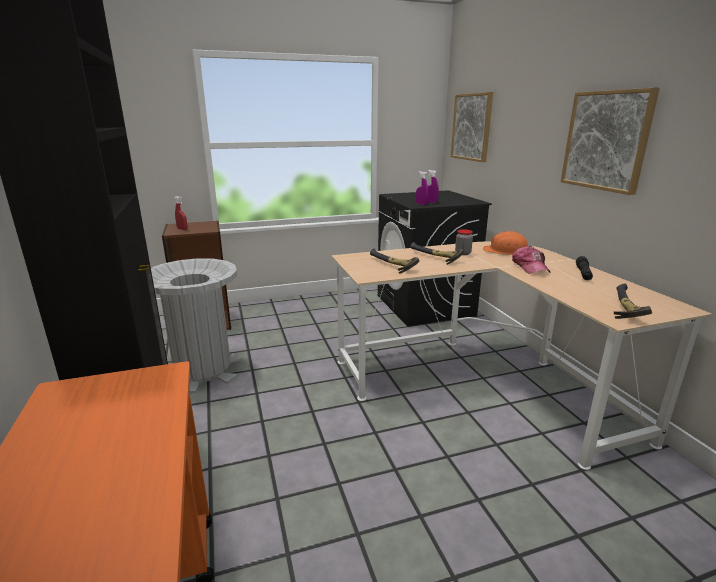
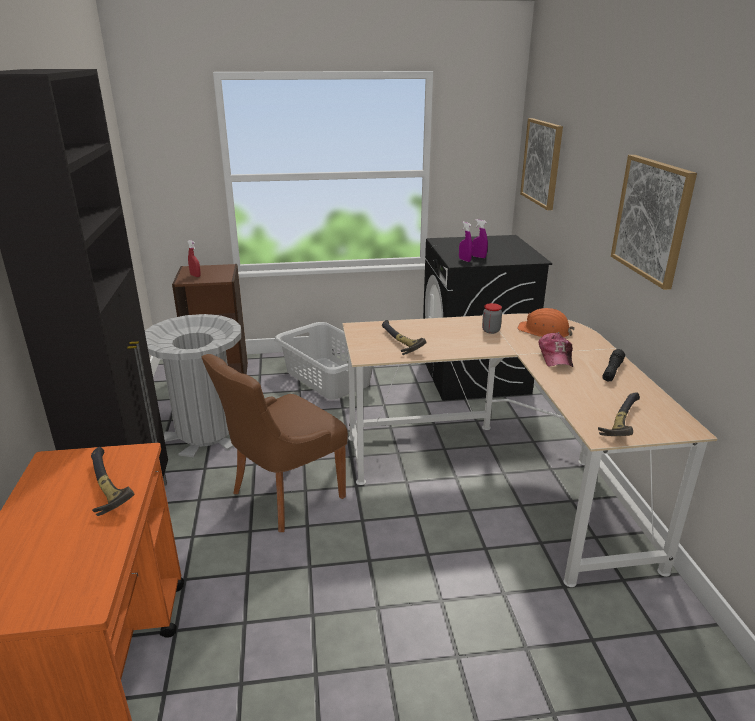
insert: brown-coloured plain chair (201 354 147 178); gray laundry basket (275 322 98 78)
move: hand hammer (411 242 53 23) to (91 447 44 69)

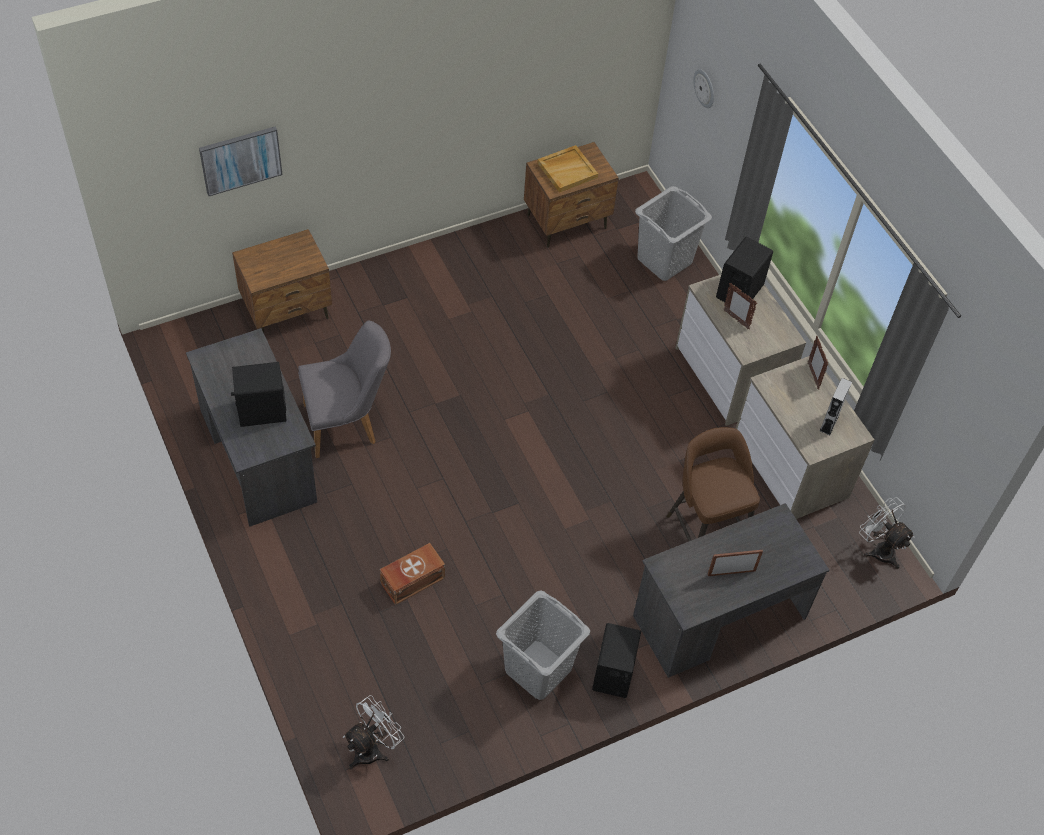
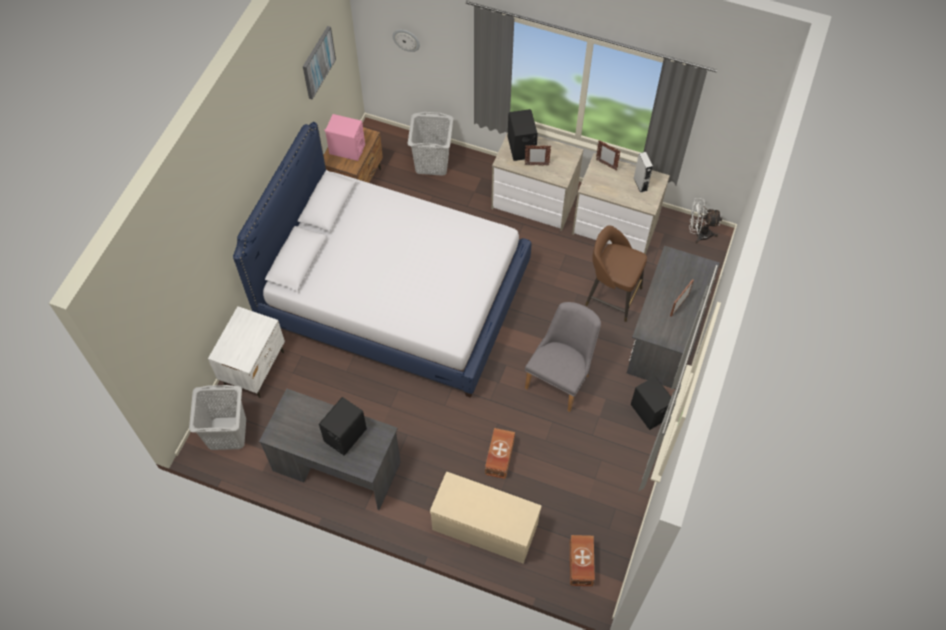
insert: bedroom bed (233 122 298 276); beige long seat (430 472 112 92)
move: wall art (199 127 83 69) to (303 26 33 73); gray plain chair (298 321 93 137) to (525 302 76 110); gray laundry basket (496 590 94 110) to (189 385 57 65)
replace: white-coloured cooling fan (343 695 61 74) to brown-coloured storage bin (570 535 25 51); beige tray (537 145 61 48) to pink-coloured speaker (324 114 41 47)
recolor: brown-coloured bedside table (232 229 100 104) to white-coloured bedside table (208 306 77 92)

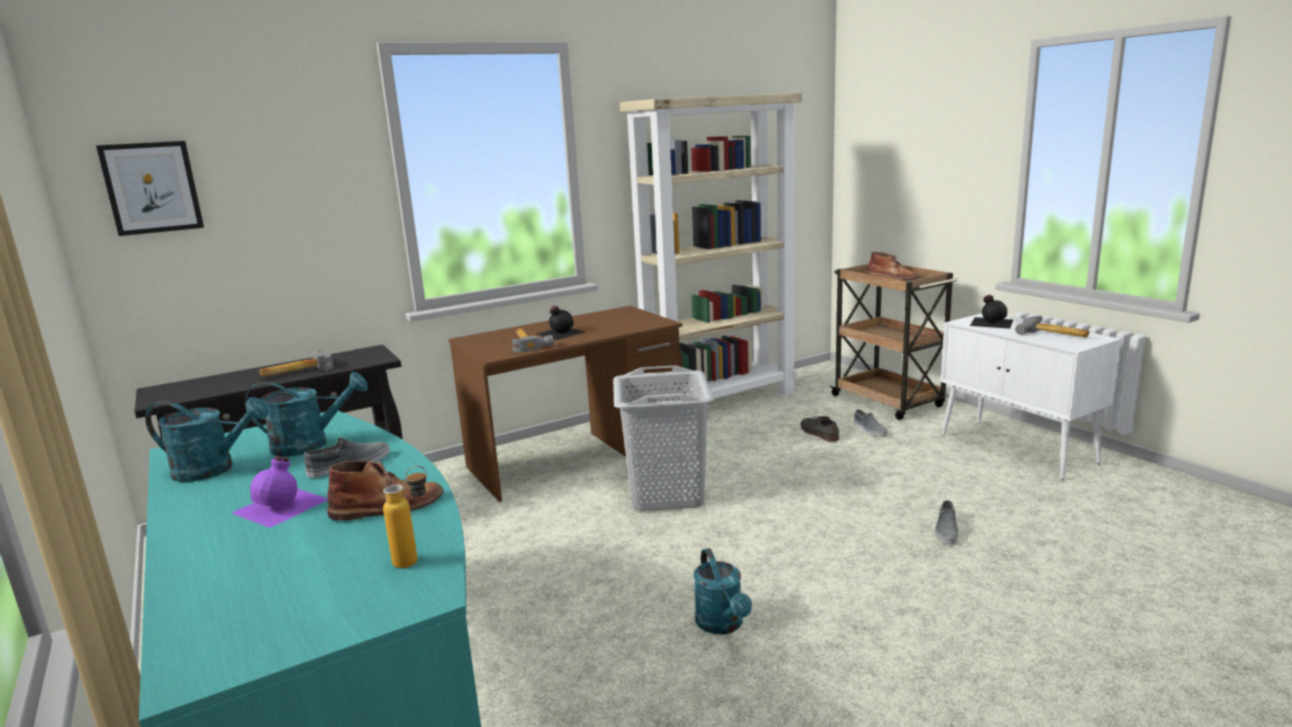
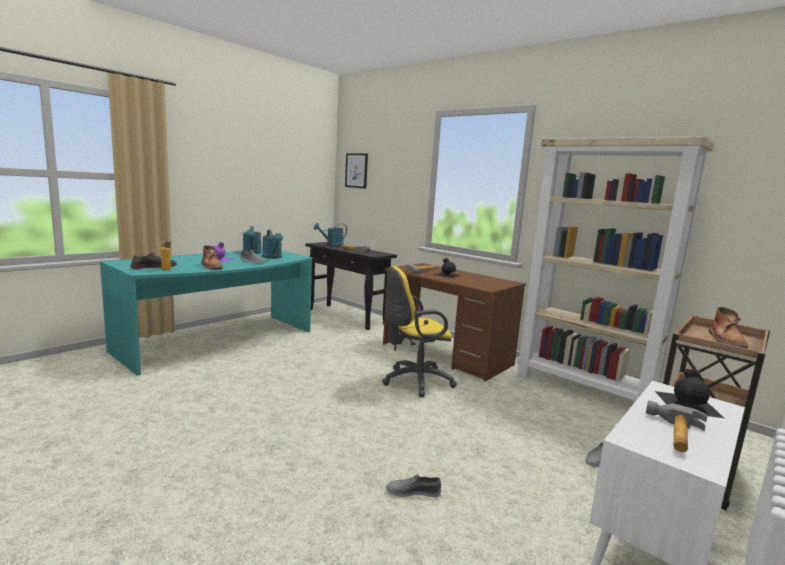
move: blue-green sprinkling can (694 548 58 87) to (314 223 33 24); gray shoe (801 416 38 26) to (131 253 46 16)
replace: gray laundry basket (613 365 101 146) to yellow desk chair (382 266 75 131)

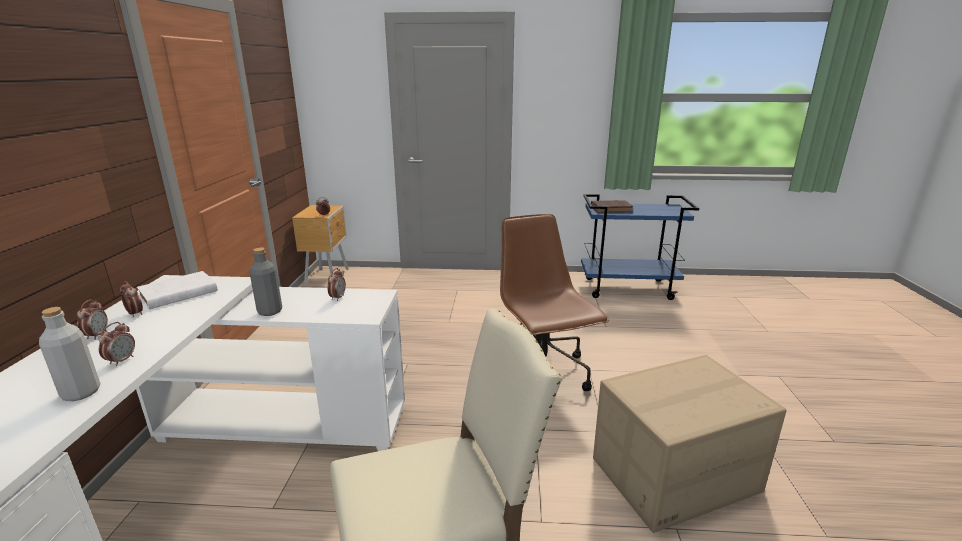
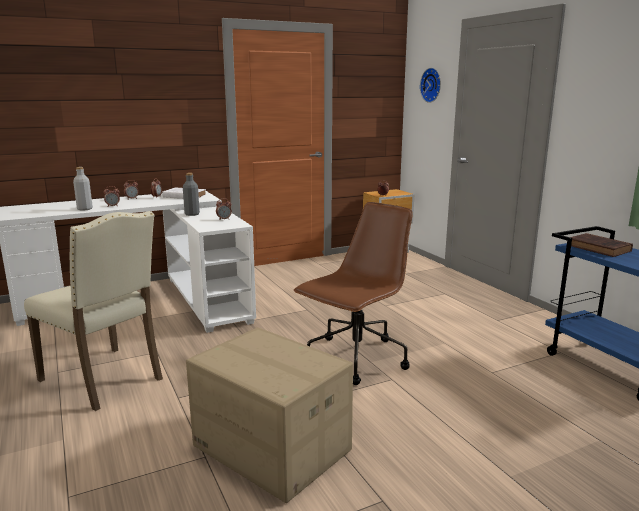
insert: clock on the wall (420 68 21 35)

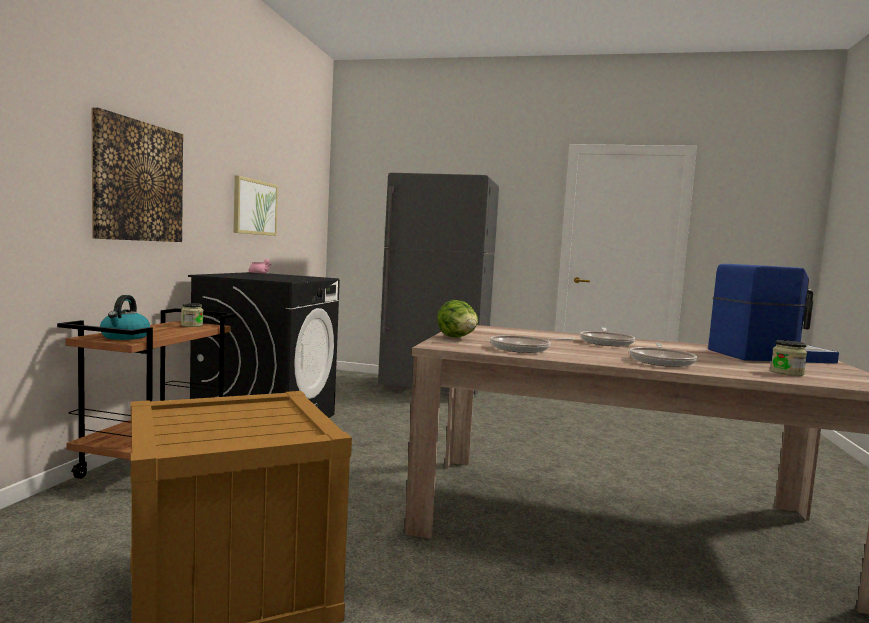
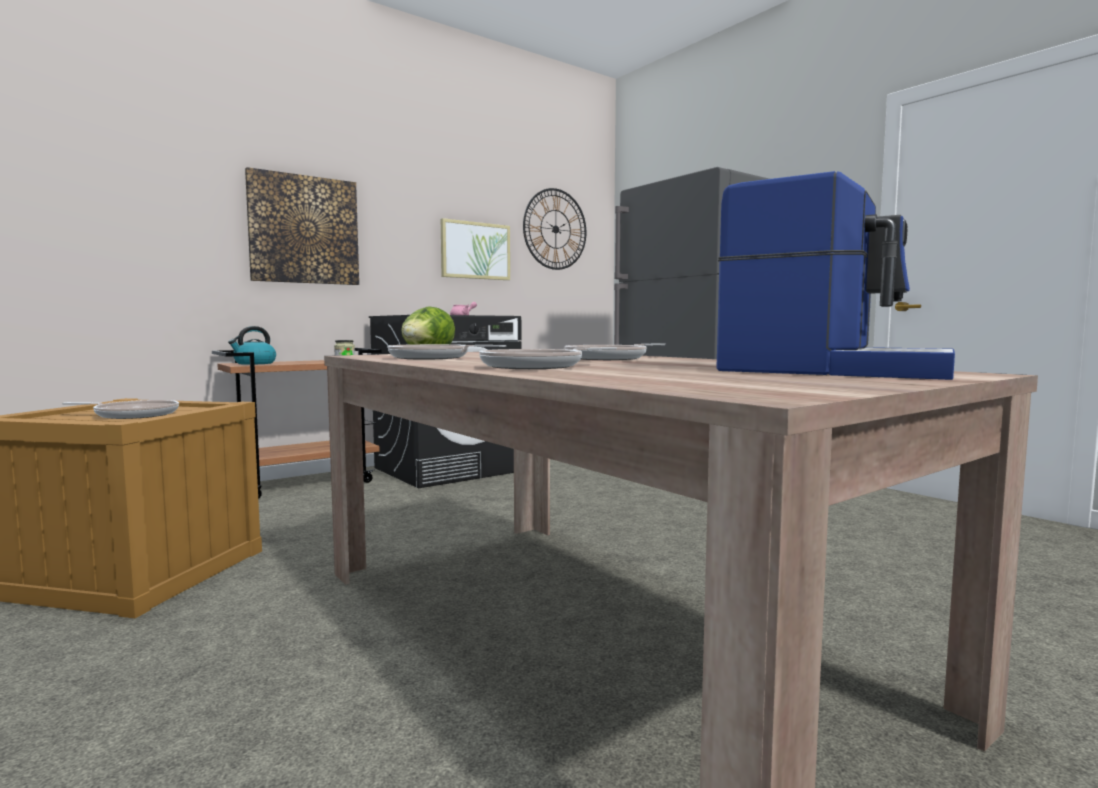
delete: storage jar (770 340 37 36)
insert: frying pan (62 400 117 19); clock on the wall (523 188 63 82)

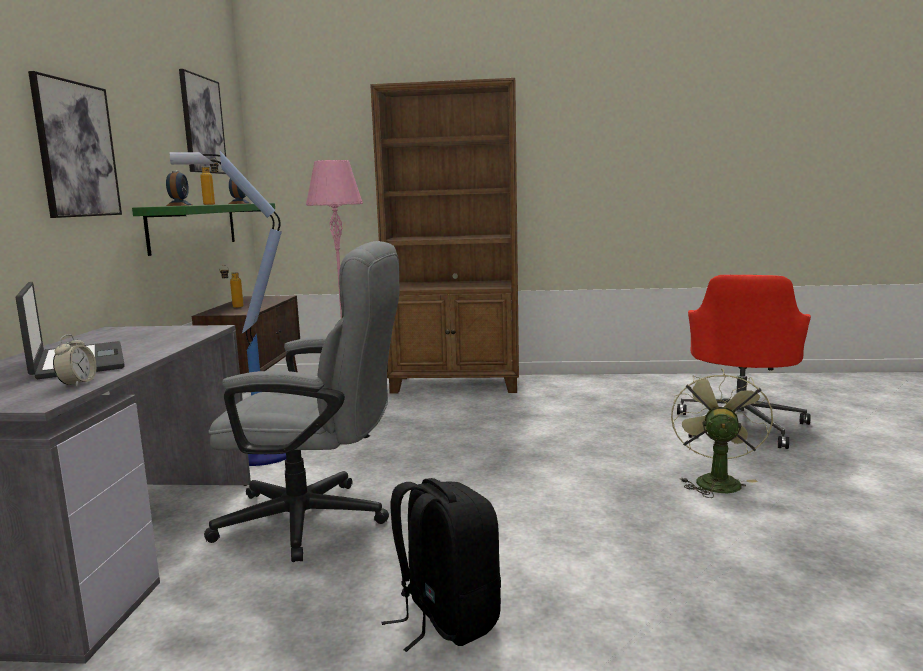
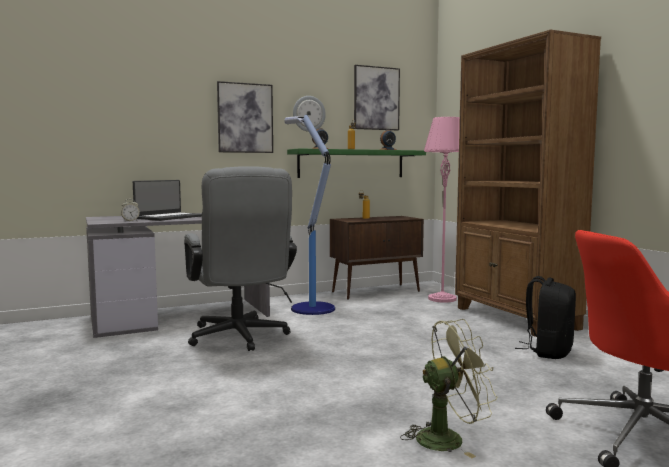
insert: clock on the wall (293 96 33 36)
move: black-coloured backpack (382 478 119 174) to (515 276 61 83)

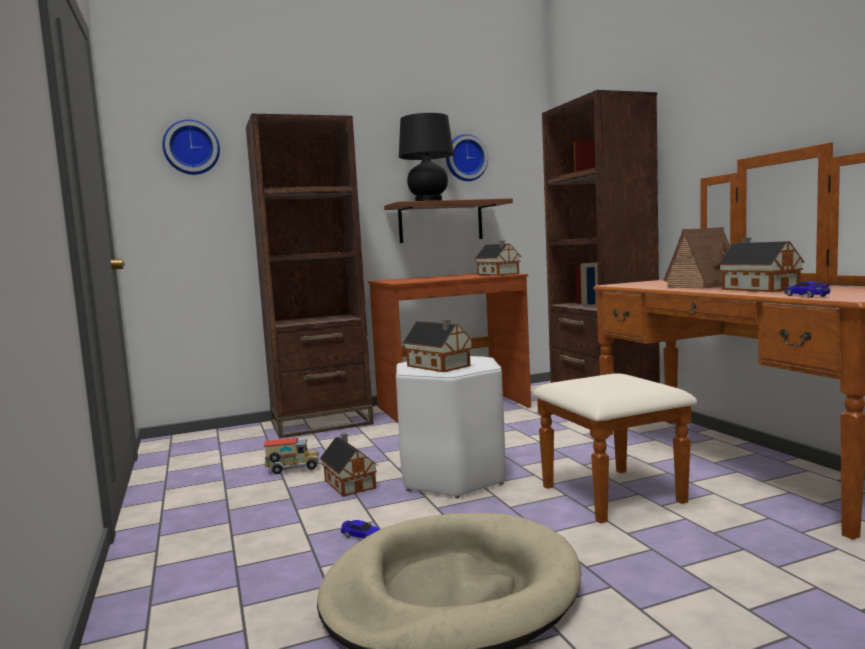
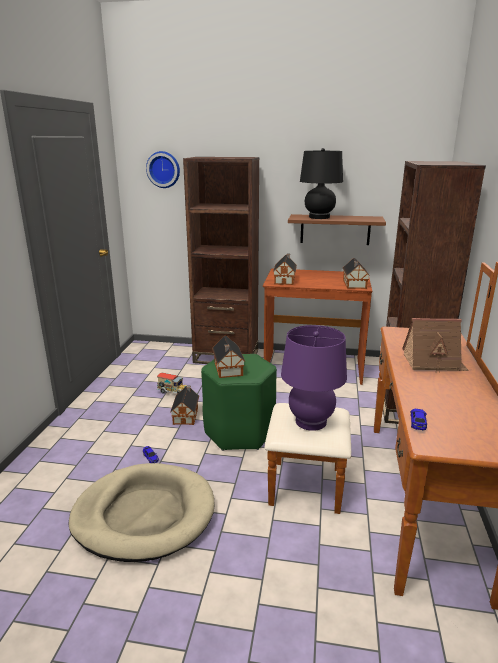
delete: clock on the wall (446 134 42 47)
insert: purple lamp for a table (281 325 66 106)
move: toy house (718 238 86 54) to (273 254 24 31)
recolor: white-coloured stool (396 356 109 142) to green-coloured stool (201 354 76 97)

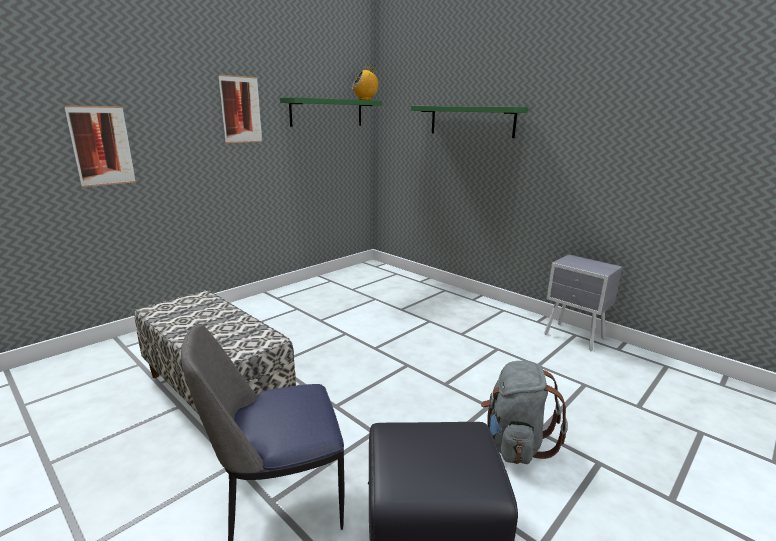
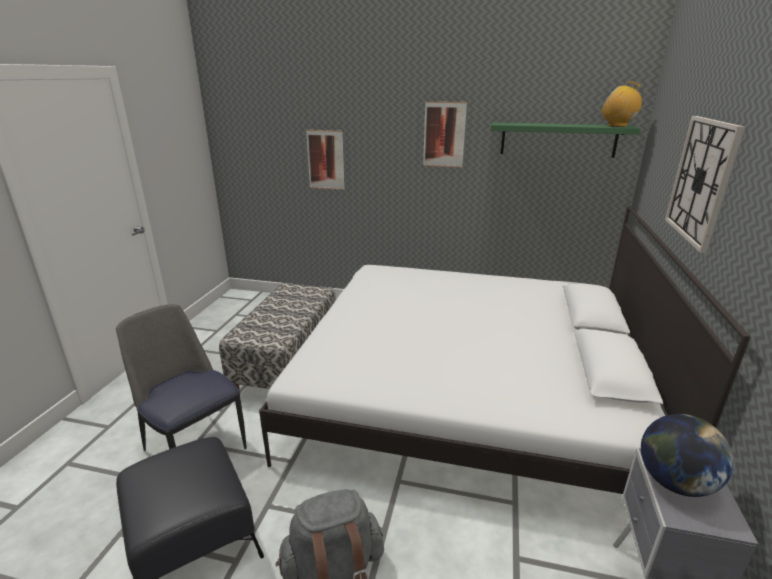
insert: white-coloured bedroom bed (259 206 492 288); desk globe (641 414 93 83)
replace: green-coloured wall shelf (411 106 117 32) to clock on the wall (665 116 80 137)

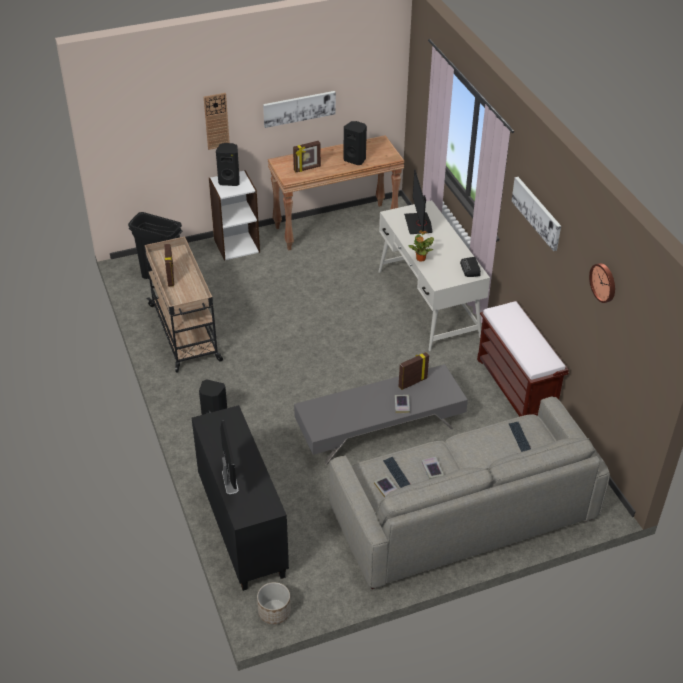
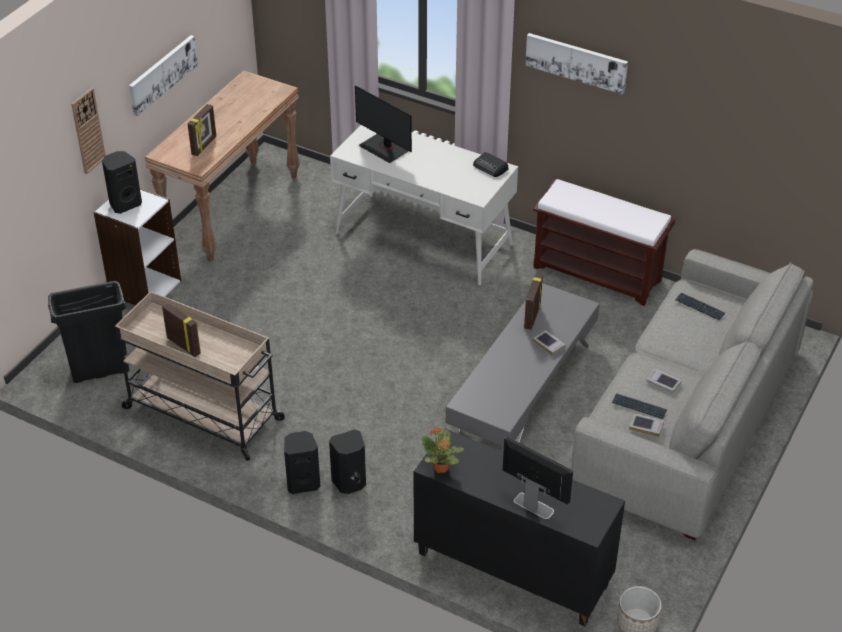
delete: clock on the wall (589 263 26 40)
move: black-coloured speaker (343 121 24 44) to (284 431 36 63); plant in a pot (409 230 25 32) to (422 428 42 45)

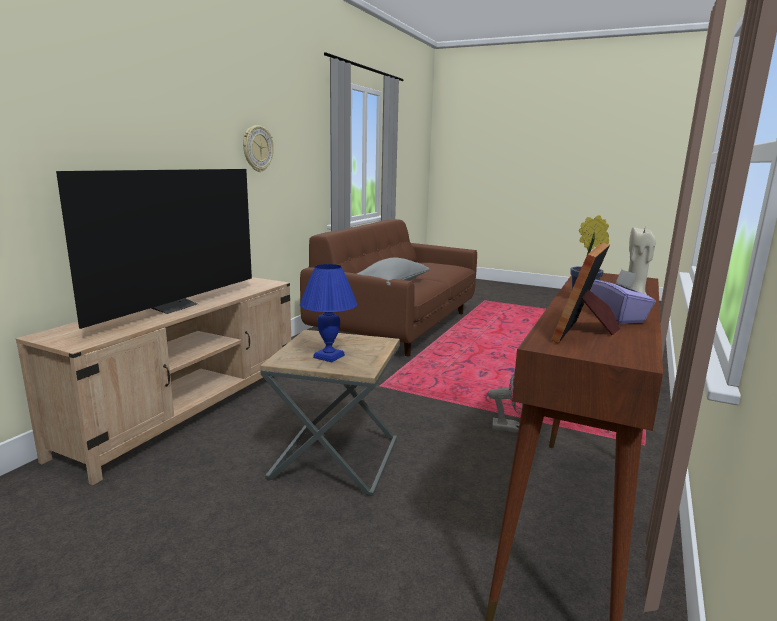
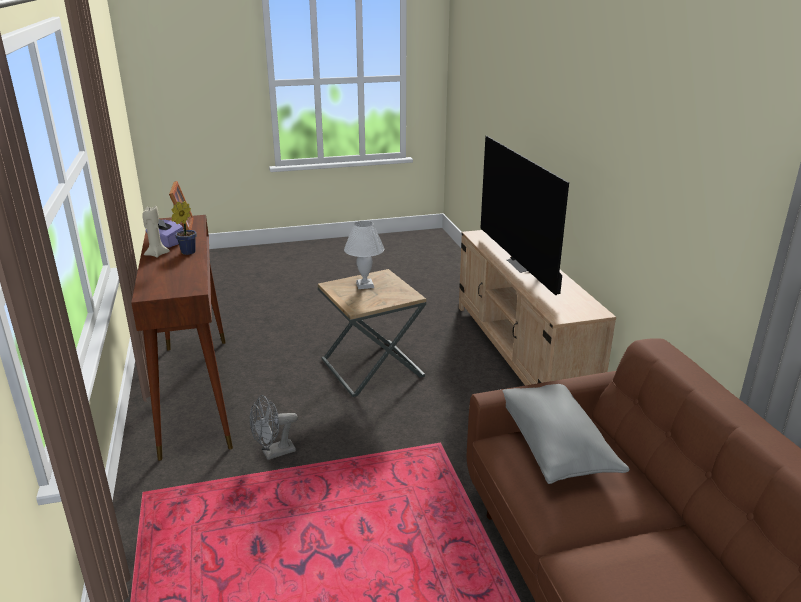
delete: clock on the wall (243 125 30 47)
recolor: blue-coloured lamp for a table (300 264 57 98) to white-coloured lamp for a table (344 221 40 68)

